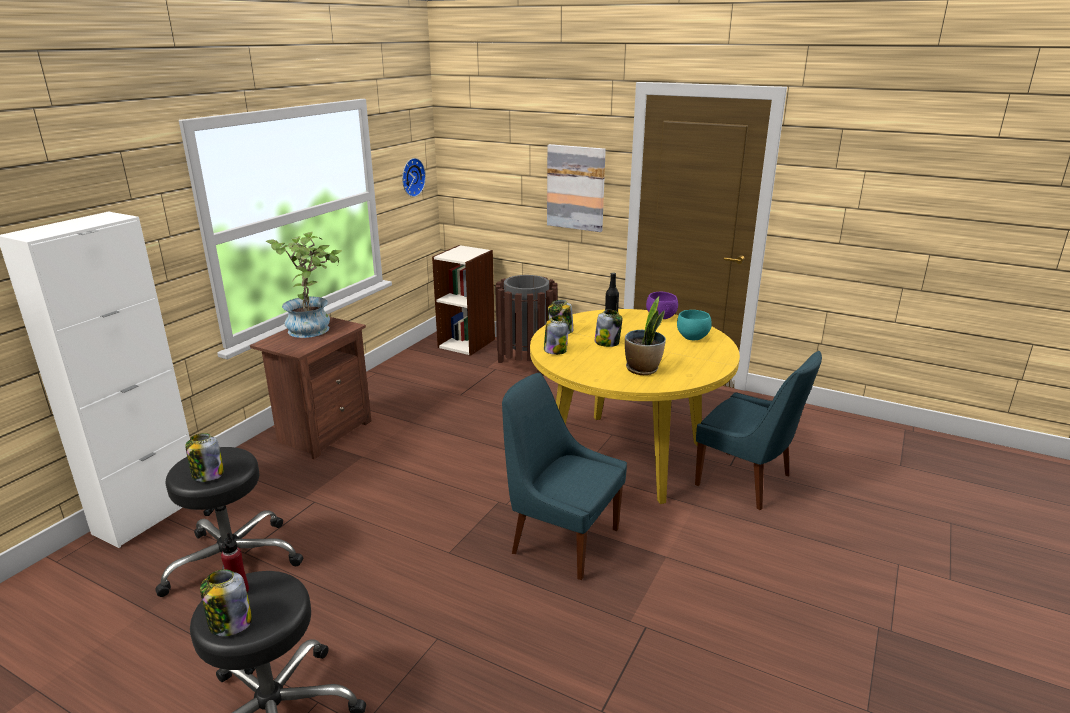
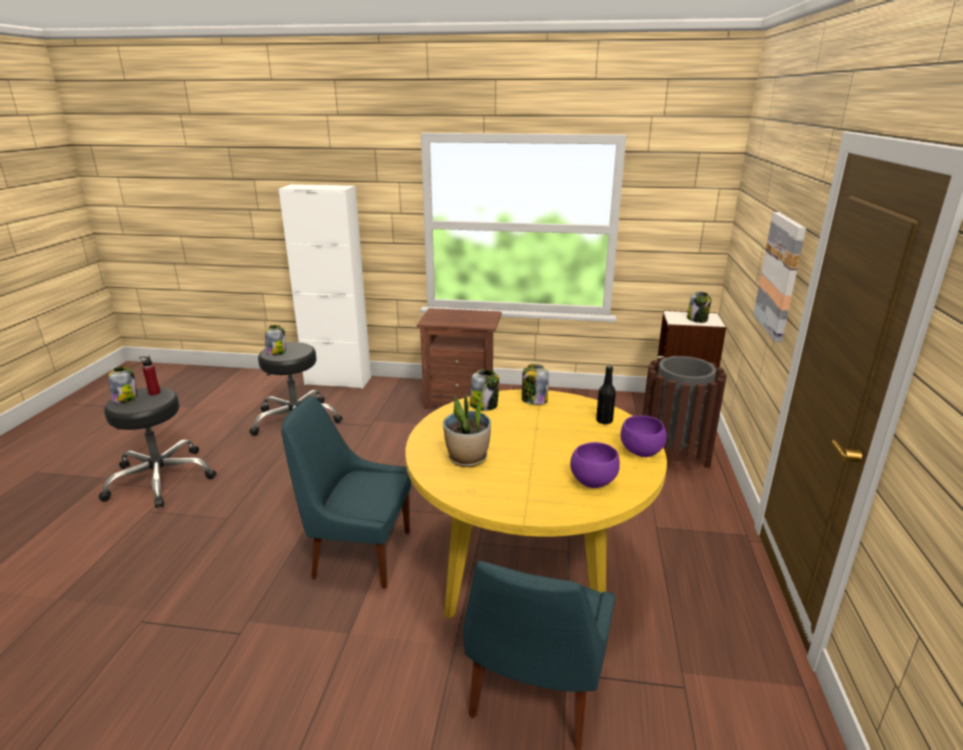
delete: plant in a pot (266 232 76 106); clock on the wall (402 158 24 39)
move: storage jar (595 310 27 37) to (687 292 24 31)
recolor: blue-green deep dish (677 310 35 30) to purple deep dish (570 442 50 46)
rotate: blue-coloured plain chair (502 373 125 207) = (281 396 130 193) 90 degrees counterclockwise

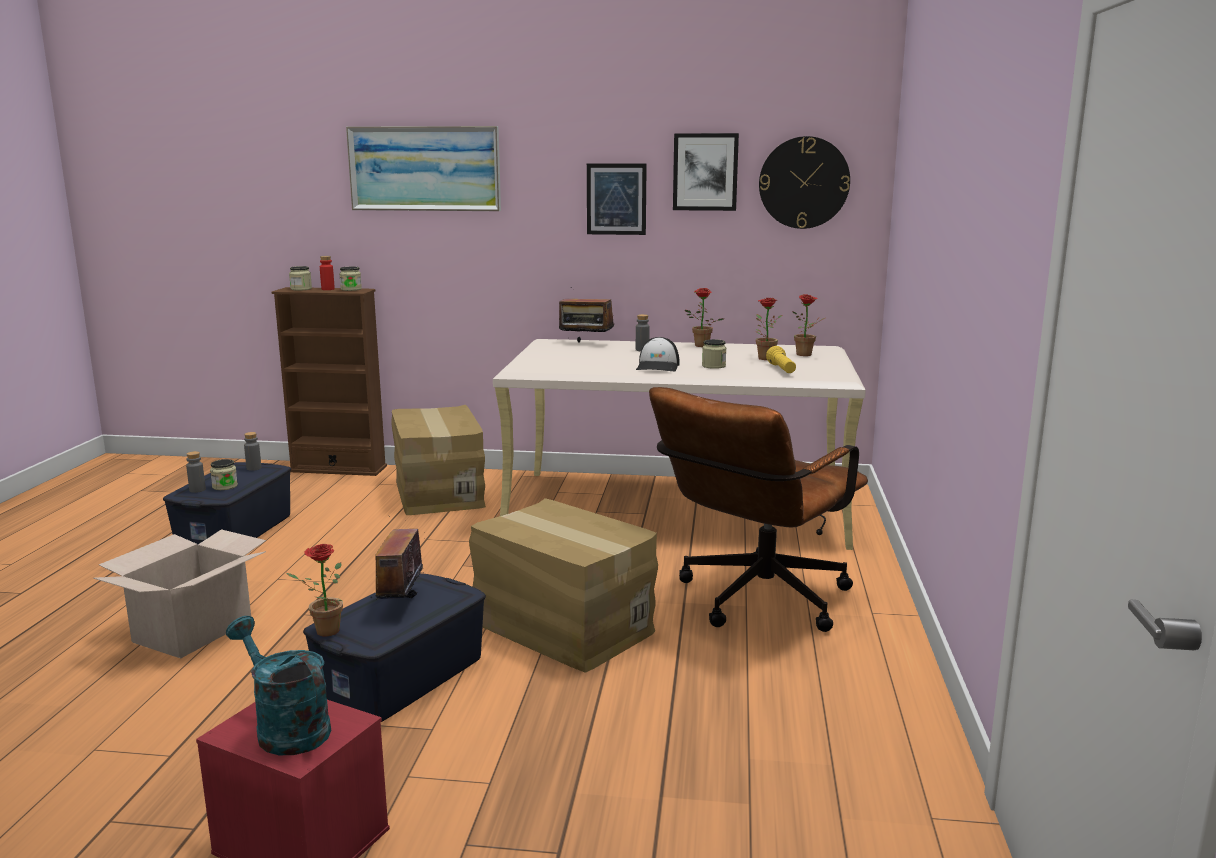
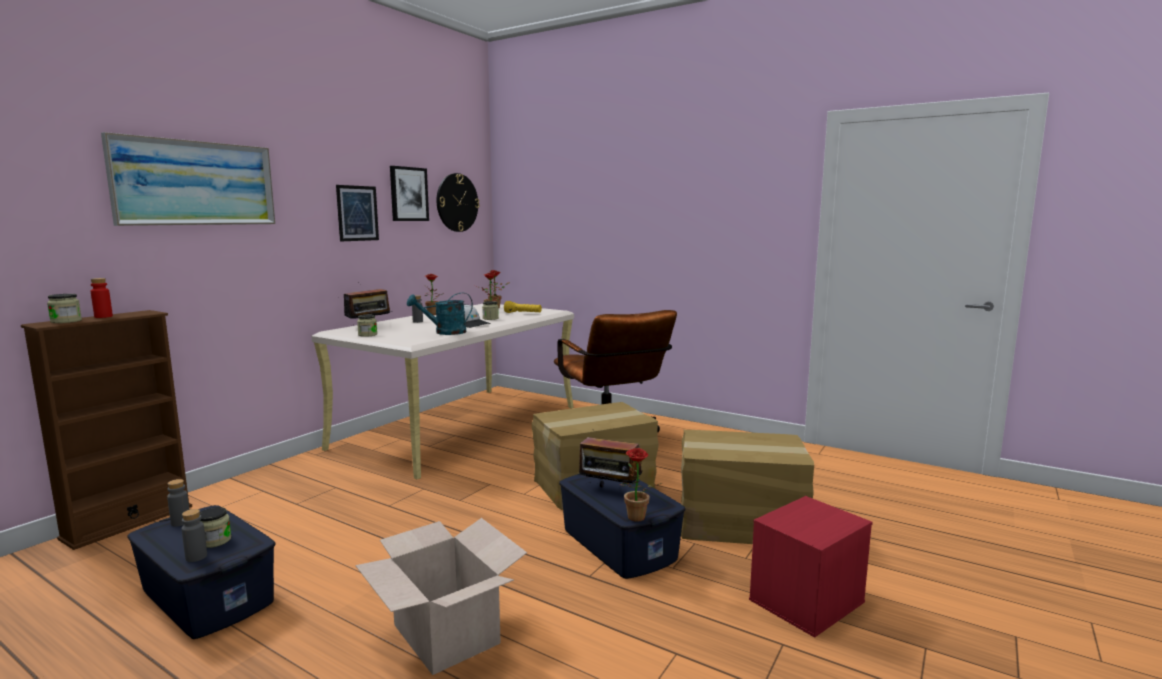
move: blue-green sprinkling can (226 616 105 139) to (407 293 66 42); storage jar (339 267 23 24) to (357 314 20 23); cardboard box (391 405 95 110) to (681 430 133 114)

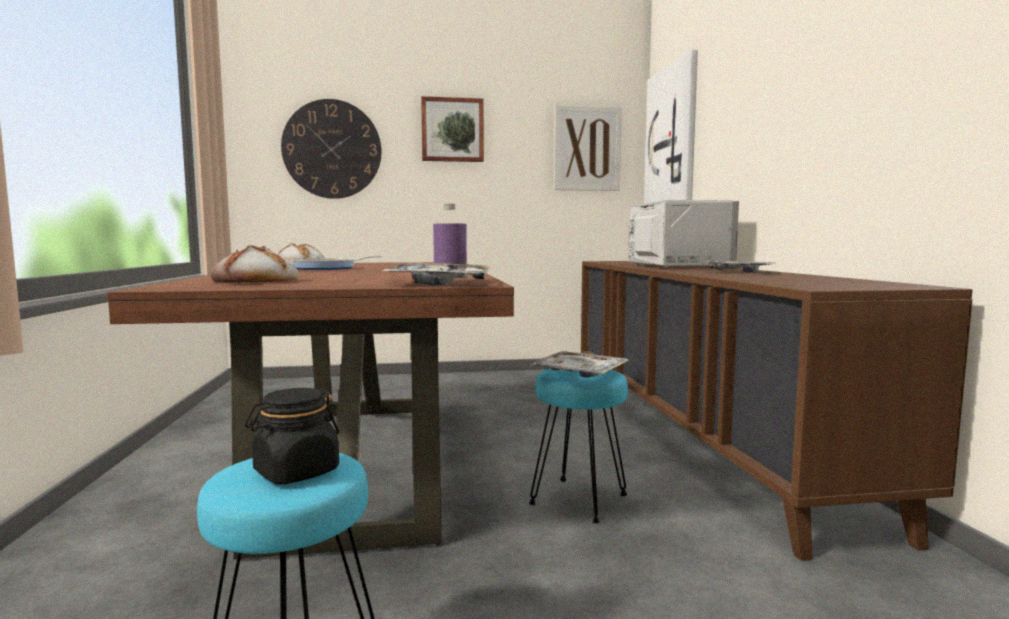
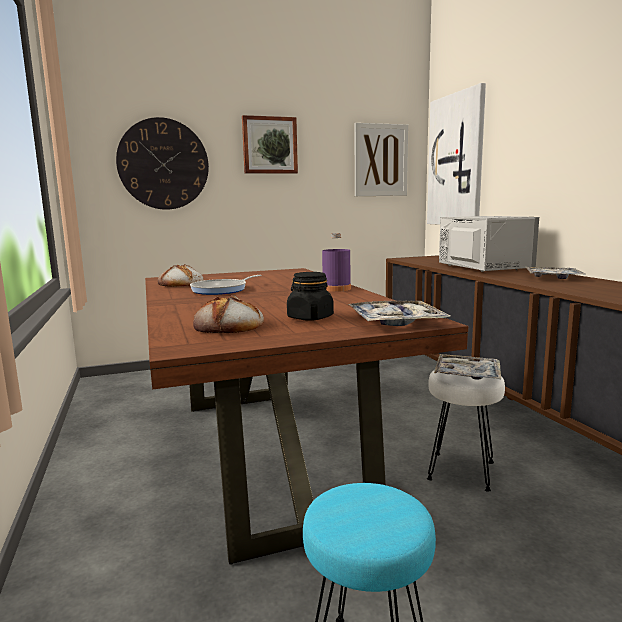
move: black-coloured storage jar (245 388 94 96) to (287 272 47 49)
recolor: blue-green stool (529 368 99 155) to white-coloured stool (427 370 78 122)

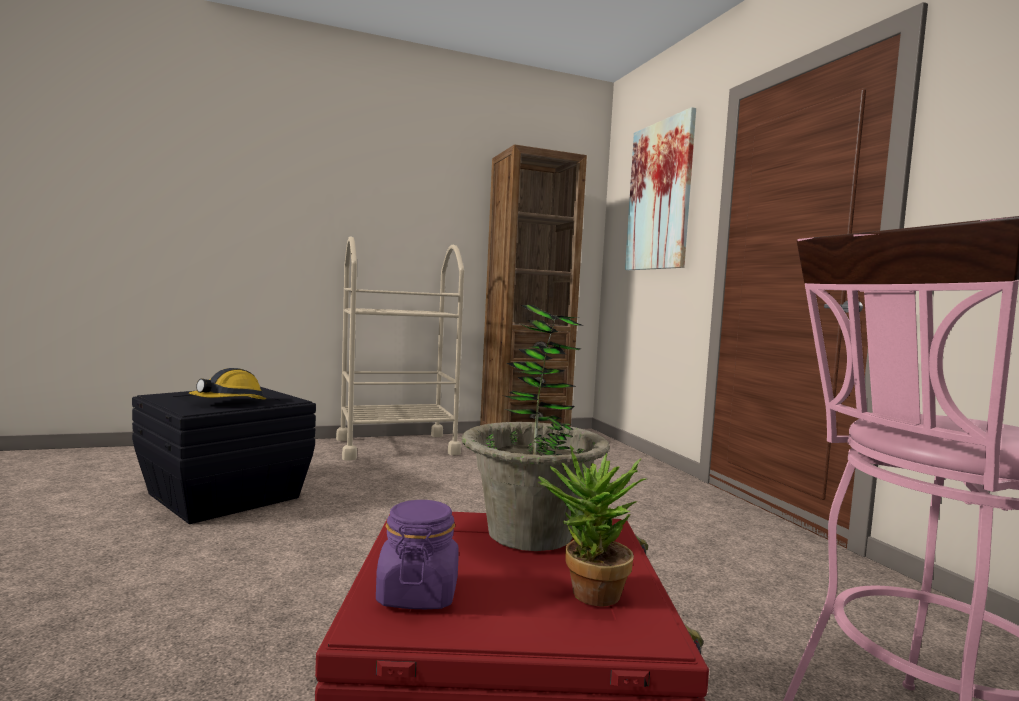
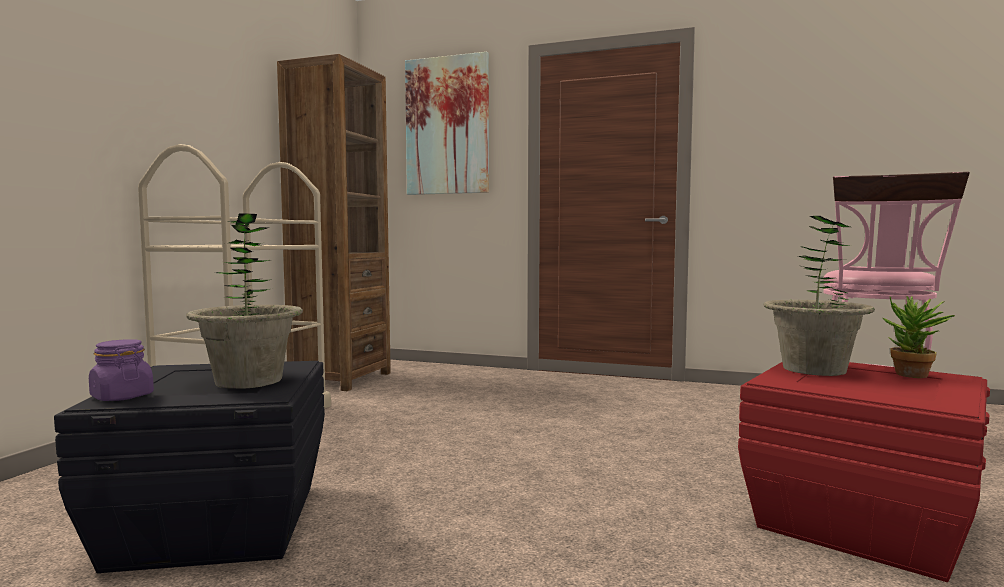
move: purple storage jar (376 500 83 109) to (89 339 65 62)
replace: work helmet (189 368 77 31) to plant in a pot (186 213 117 176)

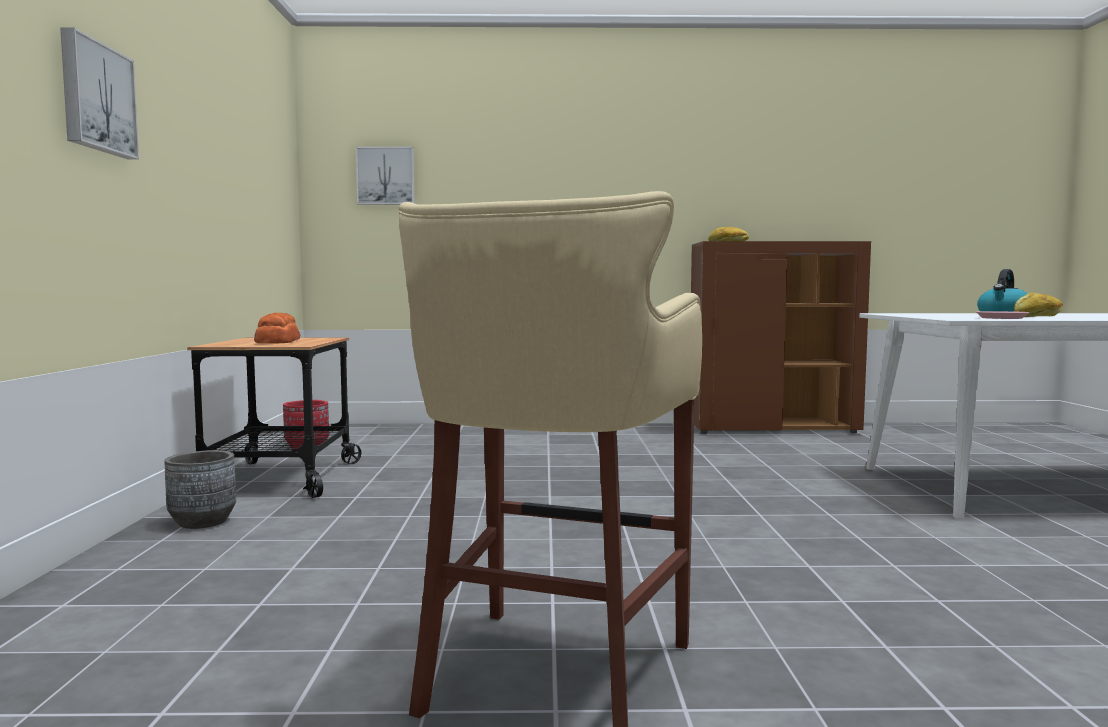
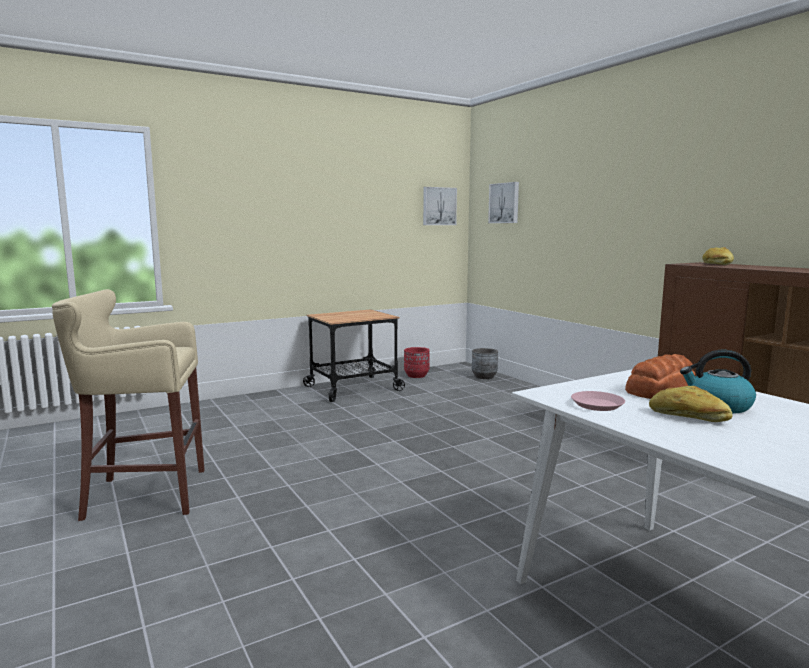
move: wall art (60 27 79 132) to (423 187 34 38); gray plant pot (164 450 72 79) to (472 348 26 31); baked bread (254 313 46 31) to (625 354 71 45)

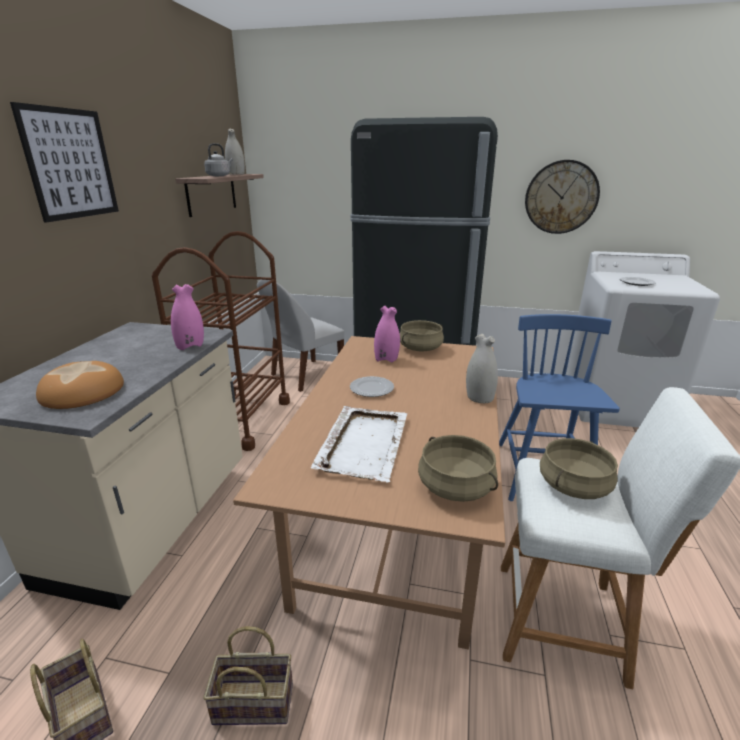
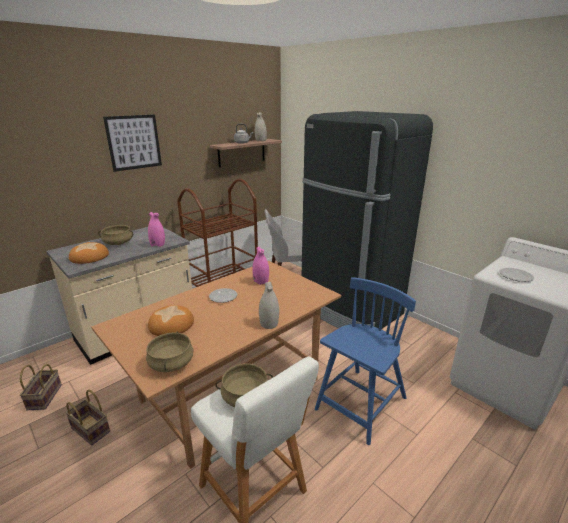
delete: clock on the wall (525 160 75 74)
move: beige saucepot (400 320 44 32) to (98 225 35 20)
replace: white-coloured tray (311 406 96 76) to baked bread (148 305 46 31)

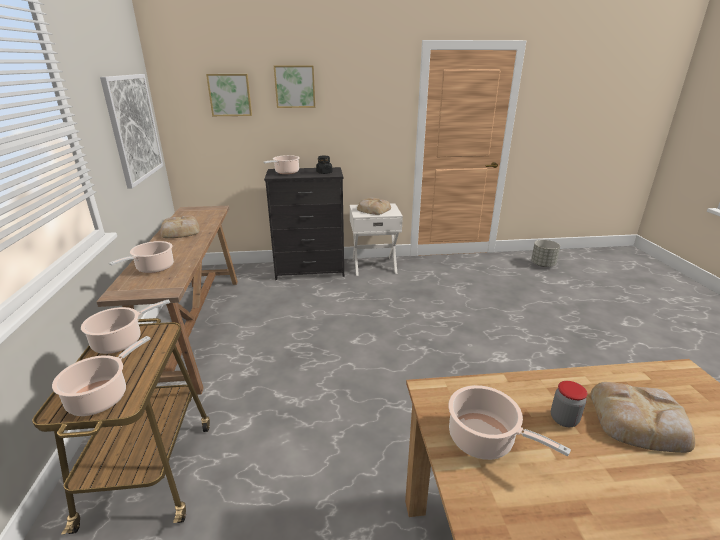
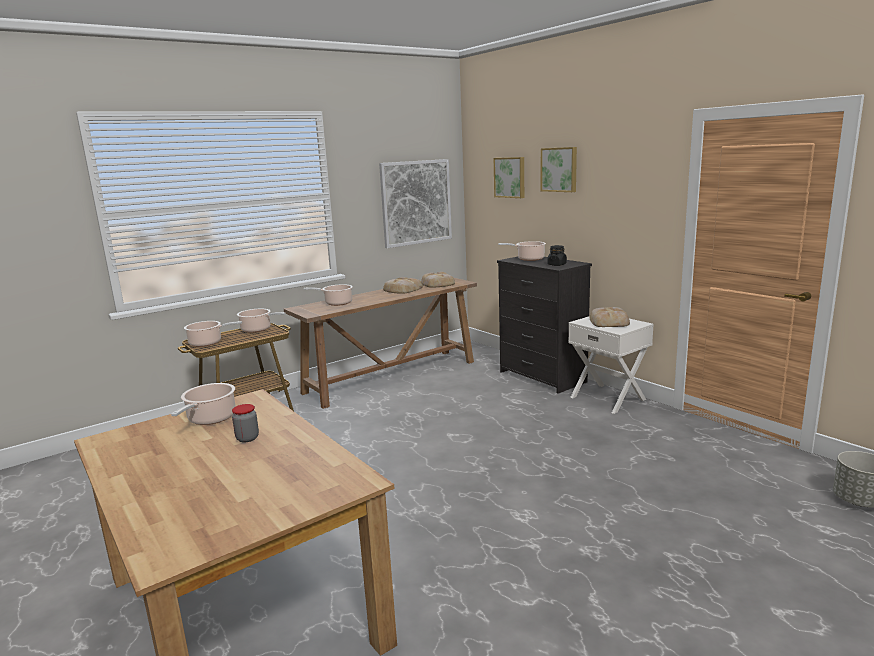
move: baked bread (591 382 104 71) to (421 272 34 16)

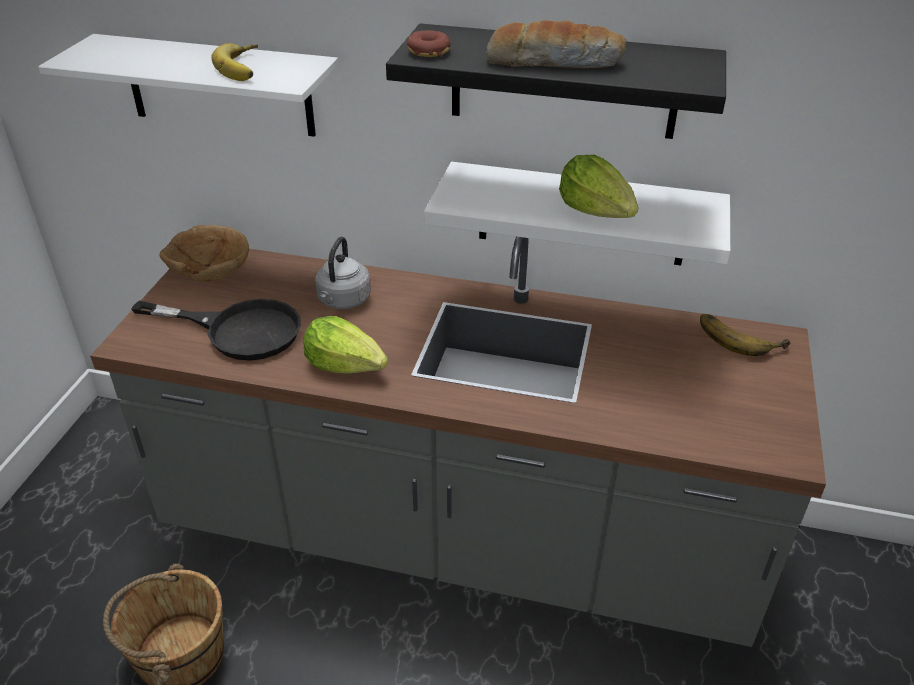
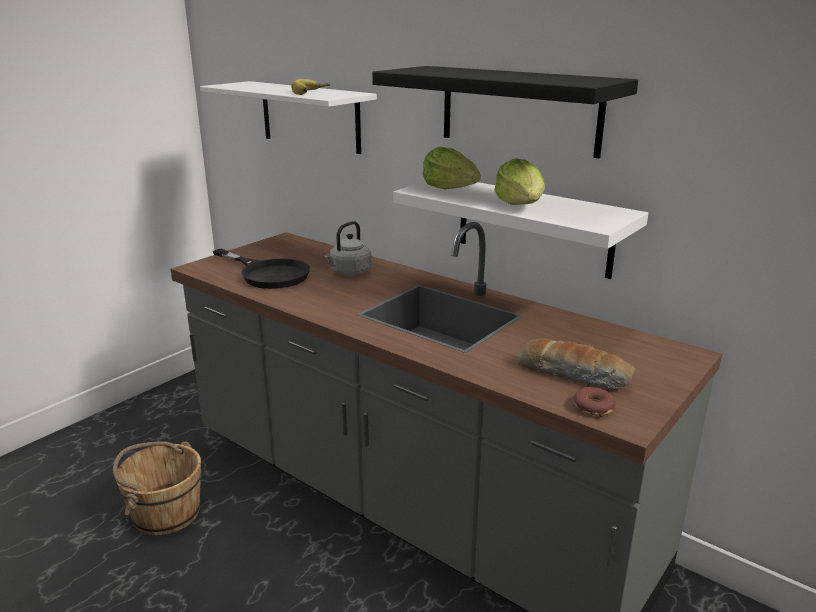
delete: brown-coloured deep dish (159 225 90 57); banana (700 314 90 42)
move: head of lettuce (303 316 85 57) to (423 147 58 42); doughnut (407 30 44 27) to (574 387 42 30); baked bread (486 20 140 48) to (518 338 118 51)

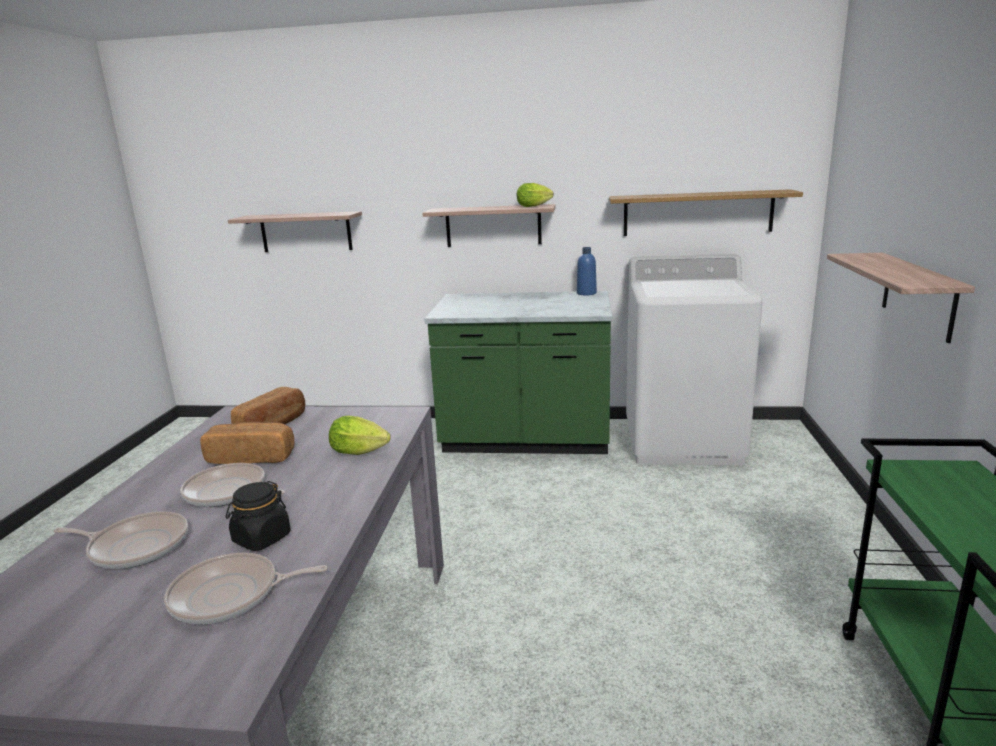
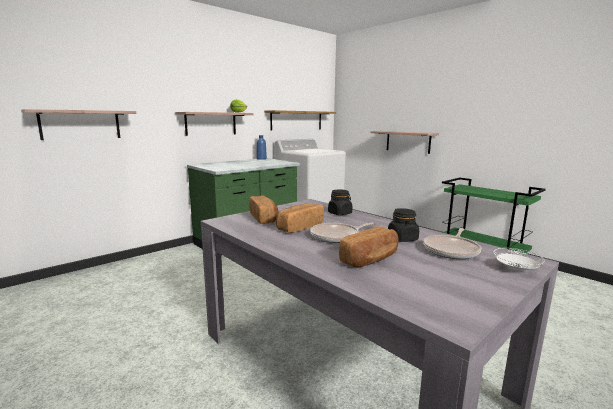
insert: white-coloured plate (493 248 51 22)
replace: frying pan (53 512 135 57) to baked bread (339 226 60 42); head of lettuce (329 416 62 39) to black-coloured storage jar (328 189 24 26)

